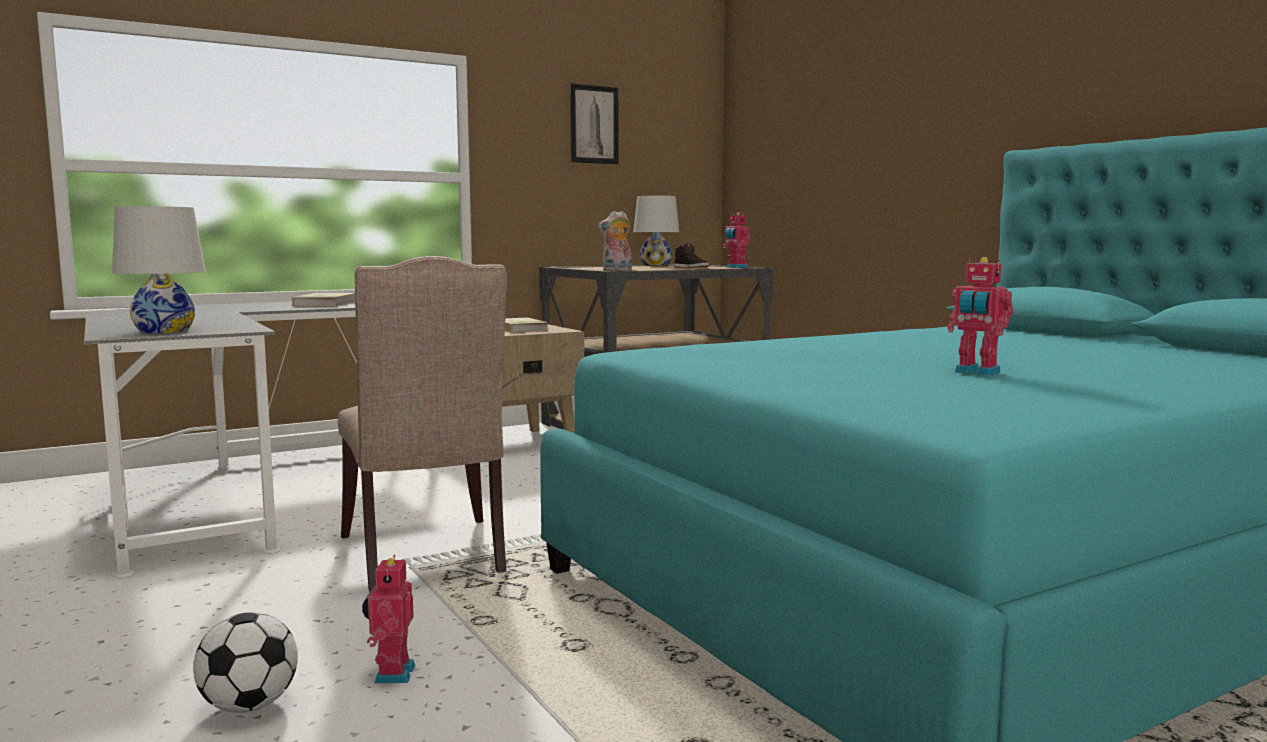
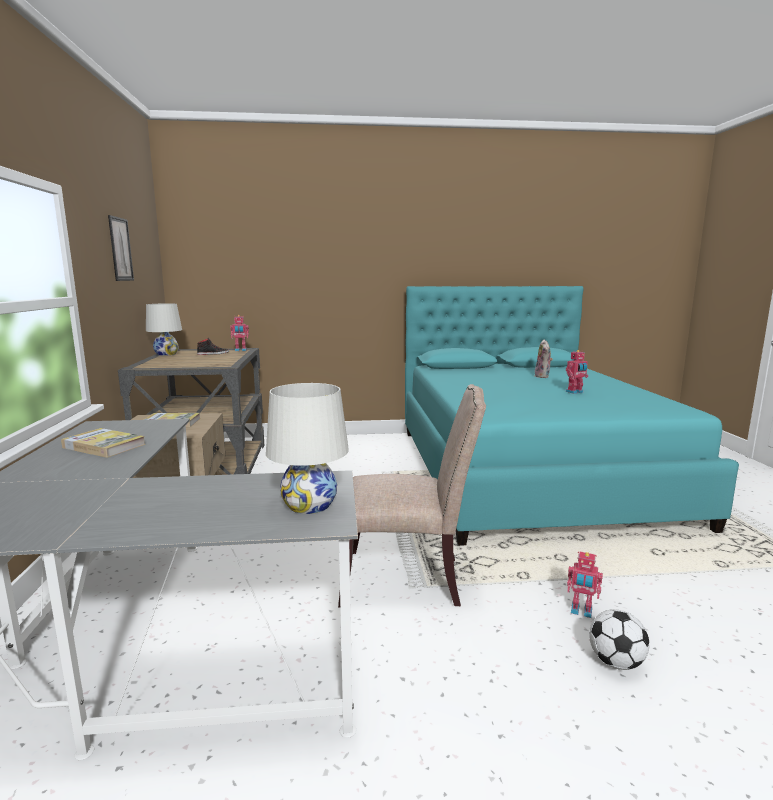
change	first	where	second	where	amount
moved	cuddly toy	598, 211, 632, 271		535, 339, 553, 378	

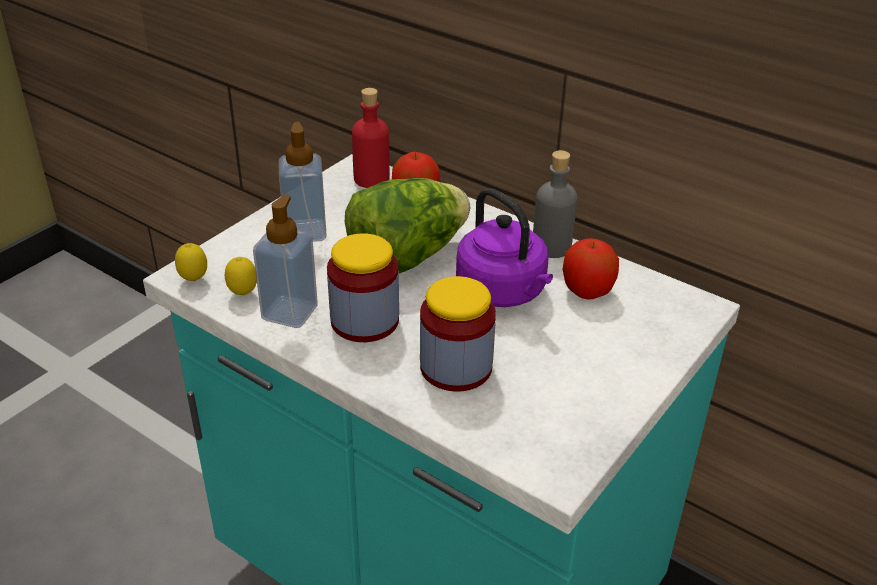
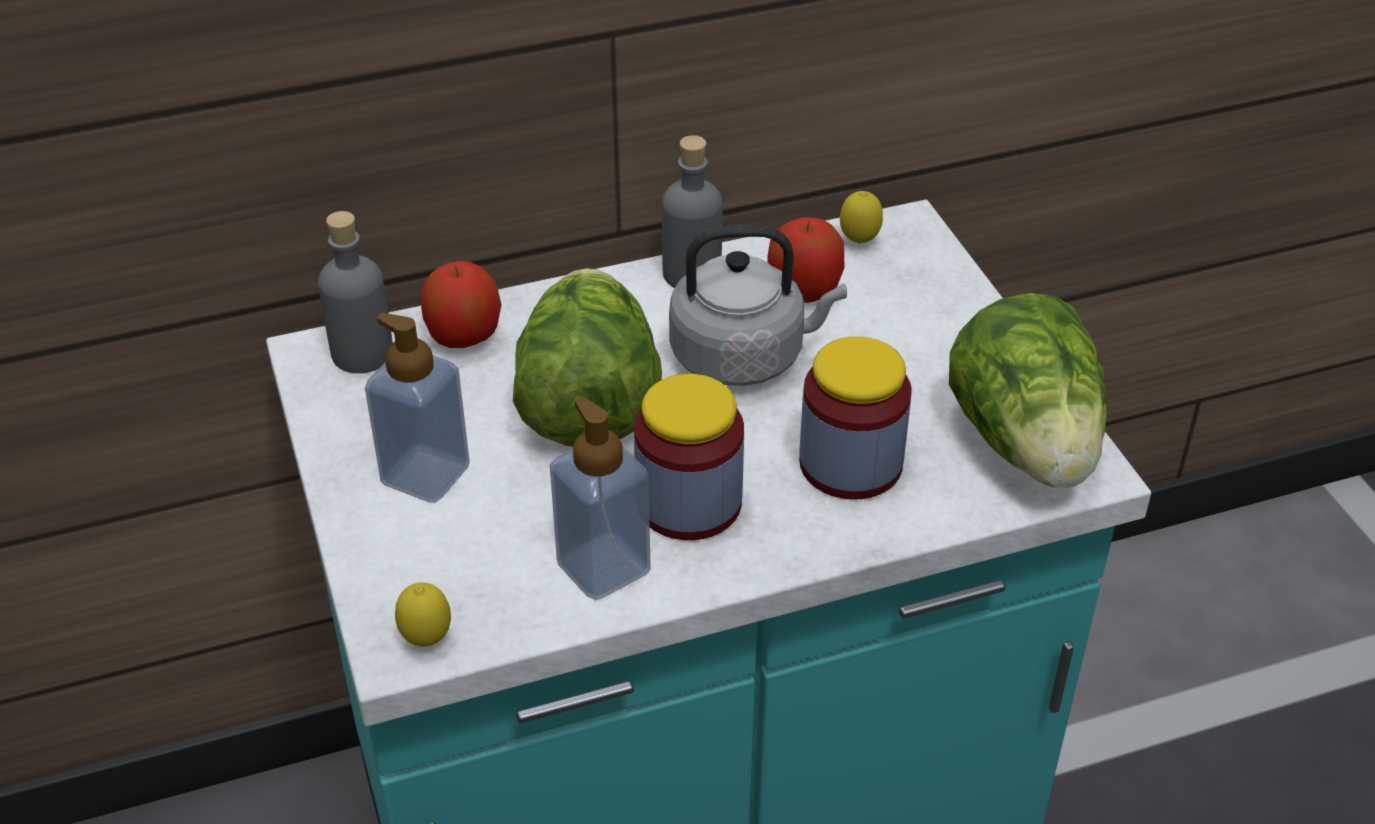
change	first	where	second	where	amount
recoloured	bottle/red-coloured	352, 88, 390, 188	bottle/greyish	318, 211, 393, 373	
recoloured	water kettle/purplish	456, 188, 553, 307	water kettle/greyish	669, 225, 847, 386	
moved	lemon	225, 257, 257, 295		840, 191, 883, 243	
added			lettuce	949, 293, 1107, 488	

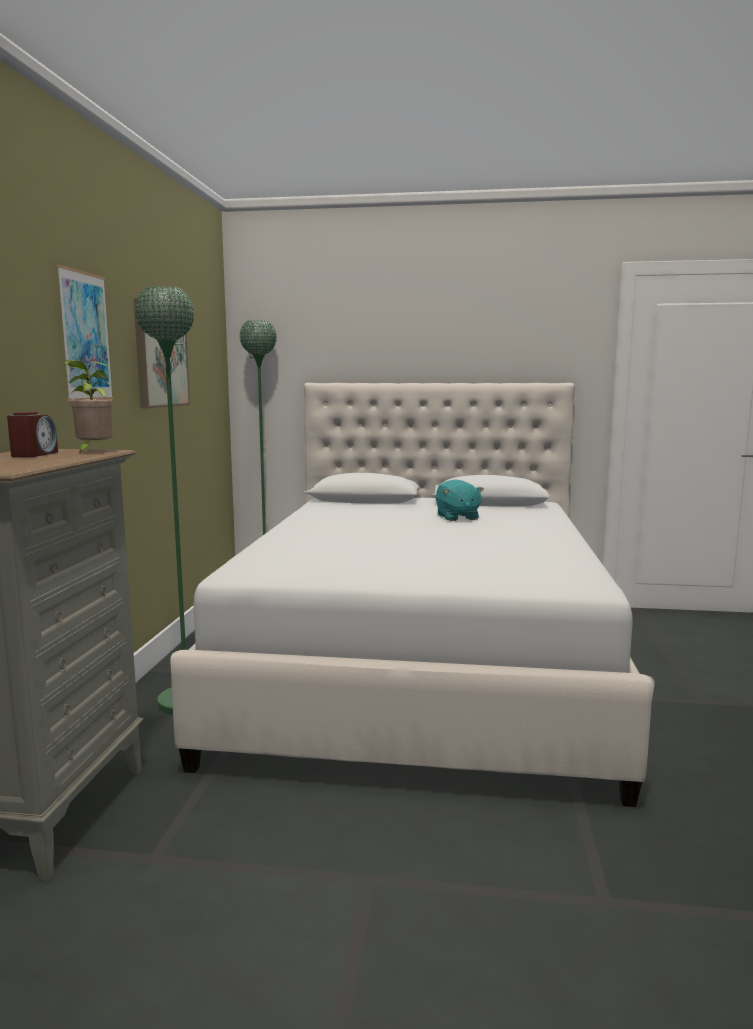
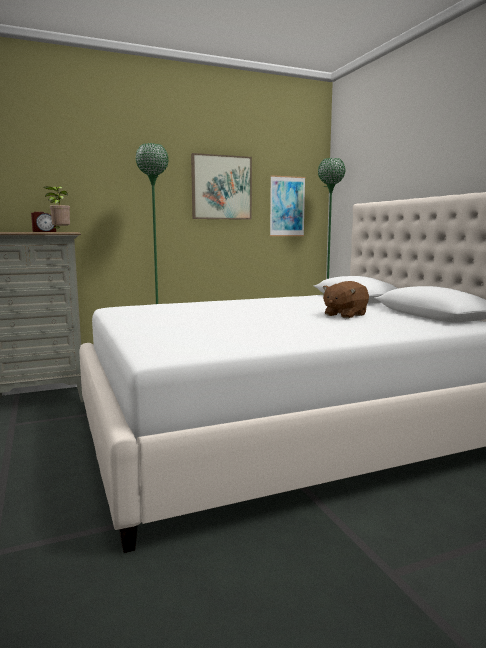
change	first	where	second	where	amount
moved	wall art	56, 264, 114, 401		270, 175, 305, 236	
recoloured	cuddly toy/turquoise-coloured	436, 479, 484, 521	cuddly toy/brown-coloured	322, 281, 369, 318	

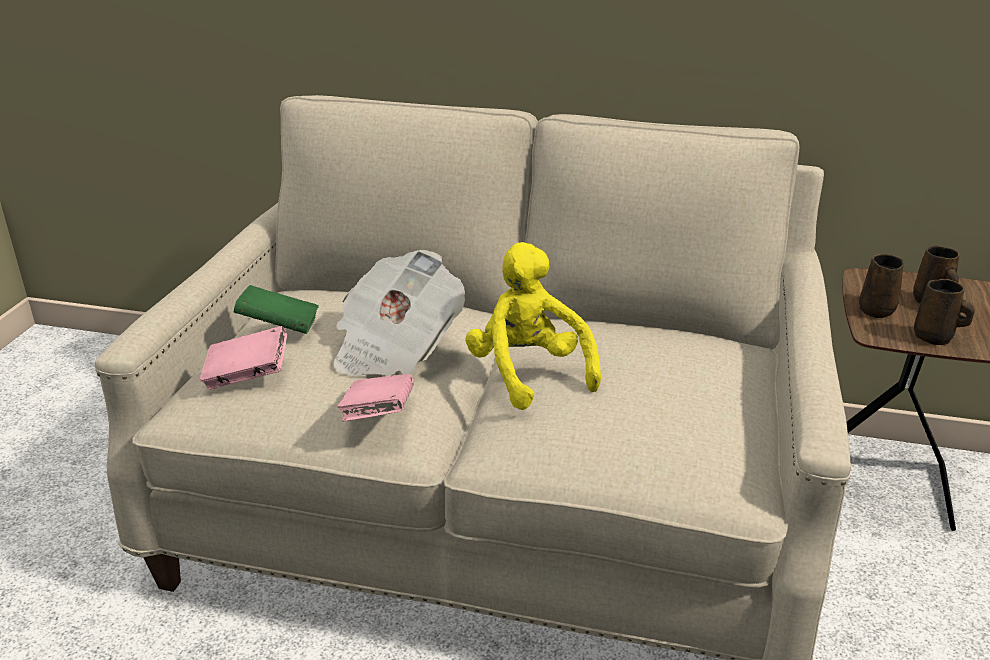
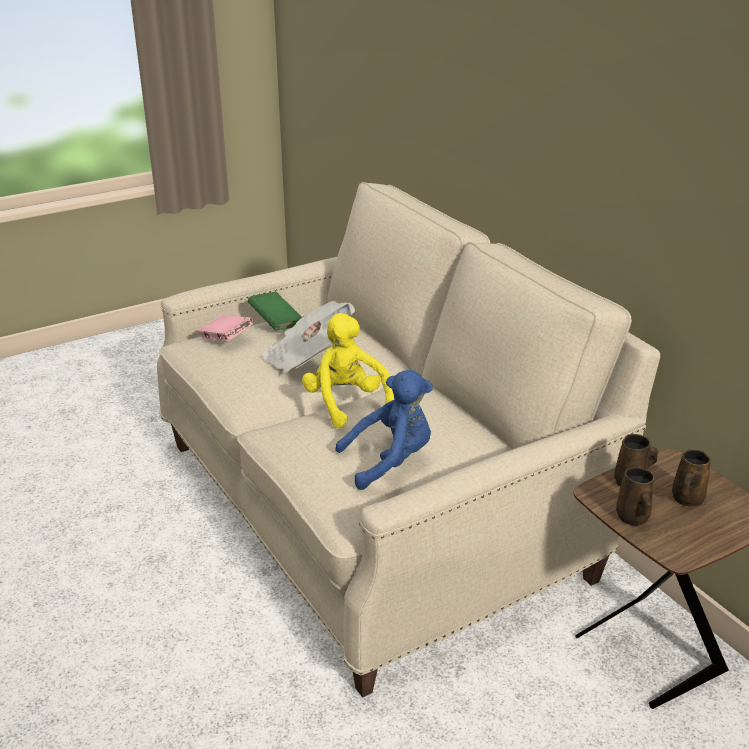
change	first	where	second	where	amount
turned	cuddly toy/yellow	465, 242, 601, 410		302, 313, 394, 428	45 degrees counterclockwise
removed	book/pink	338, 374, 414, 421			
added			cuddly toy/bluish	335, 370, 433, 490	

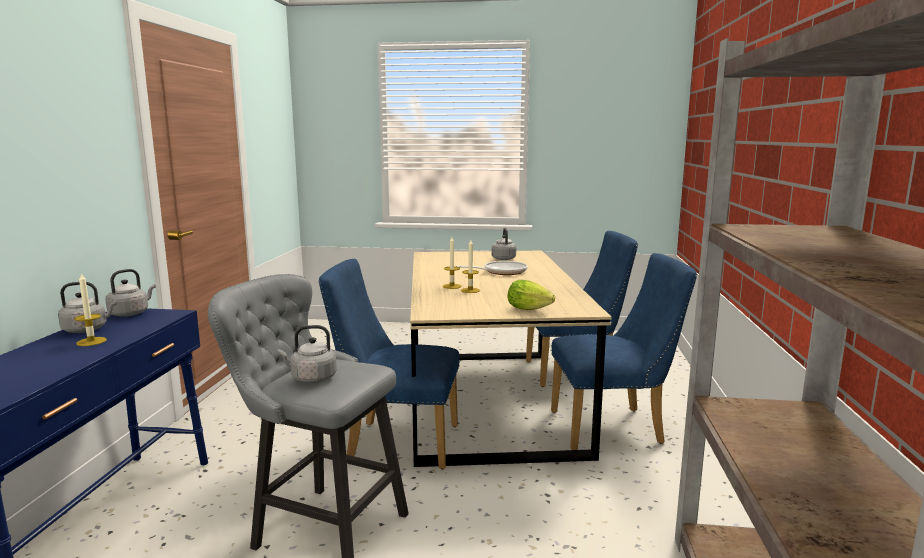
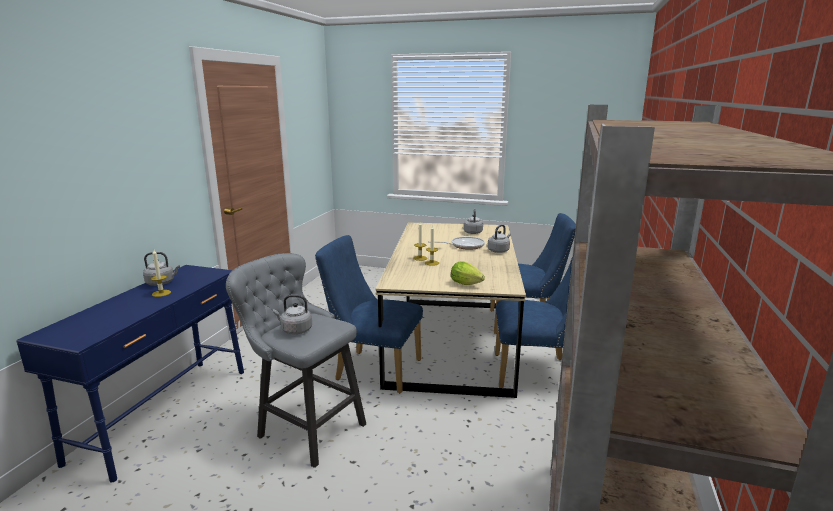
change	first	where	second	where	amount
moved	water kettle/greyish	105, 269, 156, 317		487, 225, 511, 253	

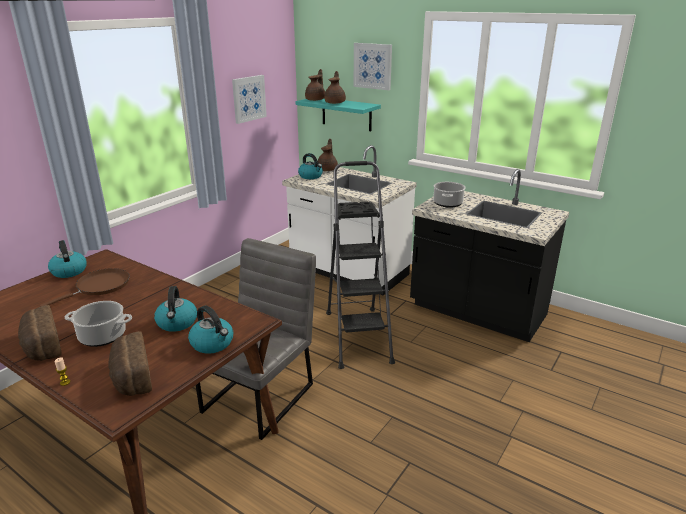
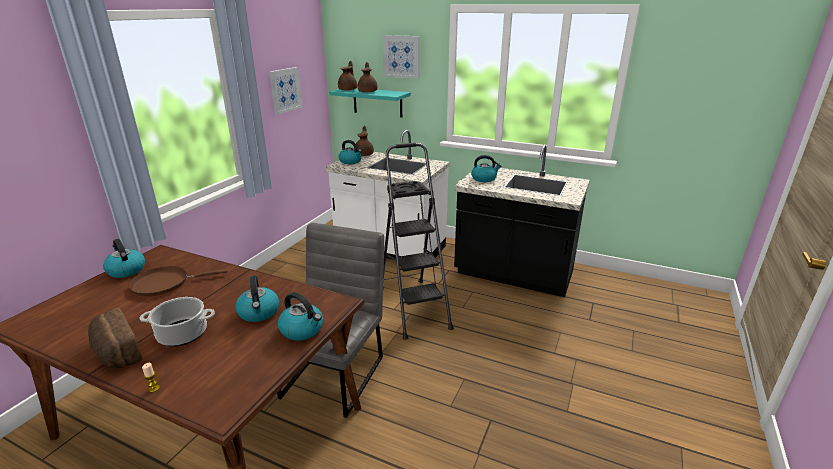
change	first	where	second	where	amount
replaced	stockpot	433, 182, 466, 208	water kettle	471, 155, 501, 182	
turned	frying pan/brown-coloured	40, 268, 130, 307		129, 266, 228, 296	135 degrees counterclockwise
removed	bread	108, 331, 152, 396			

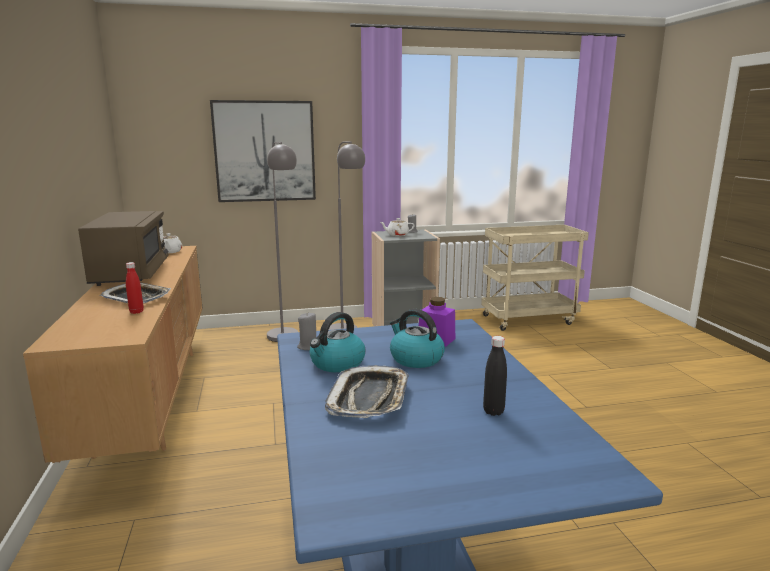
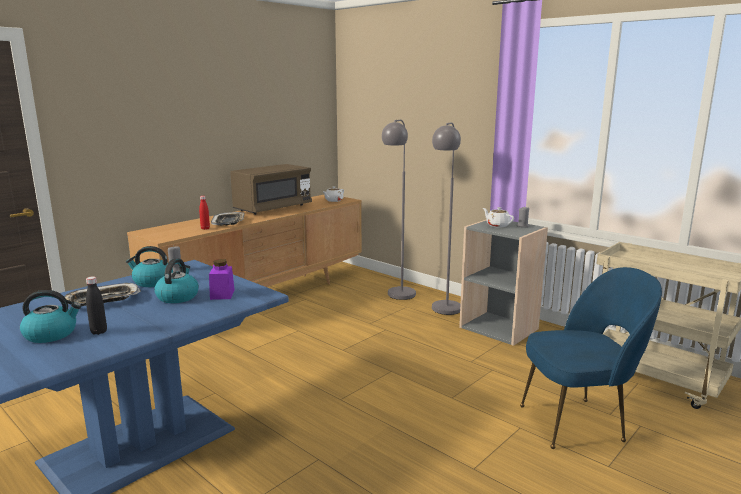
change	first	where	second	where	amount
removed	wall art	210, 100, 316, 202			
added			upright chair/bluish	520, 267, 662, 449	
added			water kettle	20, 290, 82, 343	

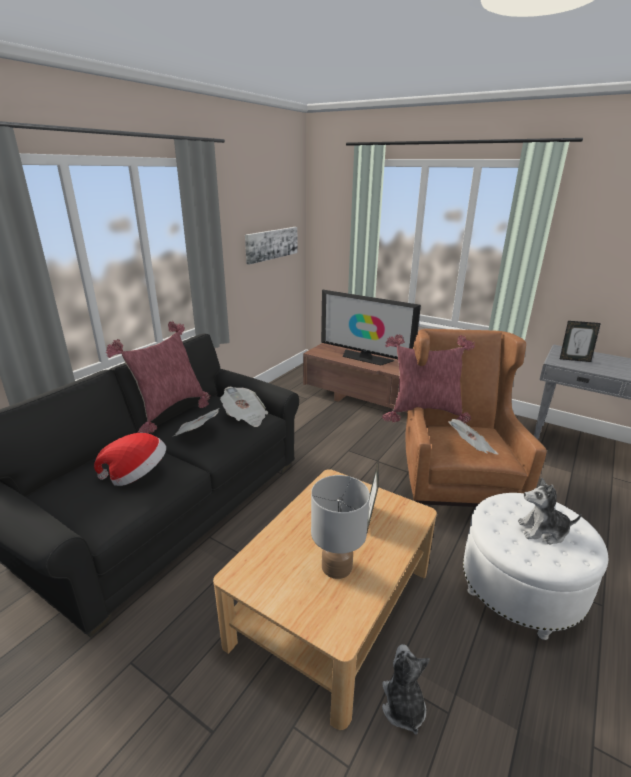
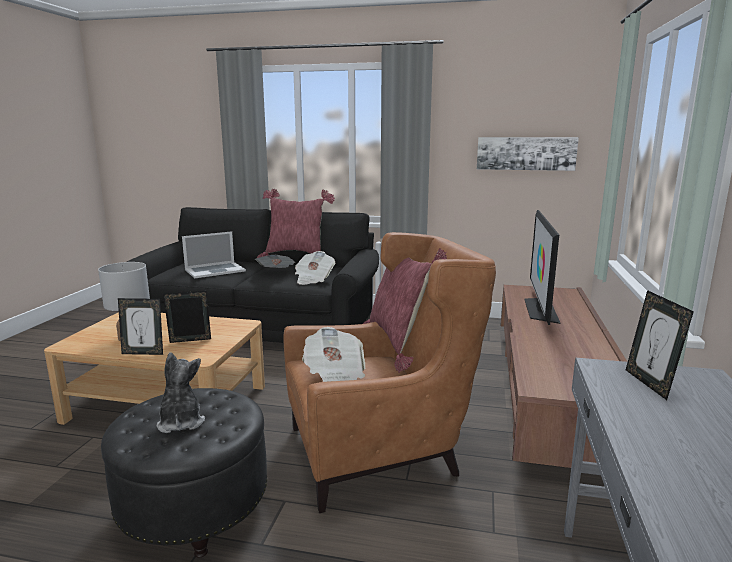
change	first	where	second	where	amount
replaced	hat	94, 433, 166, 486	laptop	182, 231, 246, 278	
recoloured	ottoman/white	463, 493, 608, 640	ottoman/black	101, 388, 267, 557	
removed	cuddly toy	382, 644, 430, 735			
added			picture frame	118, 298, 163, 355	

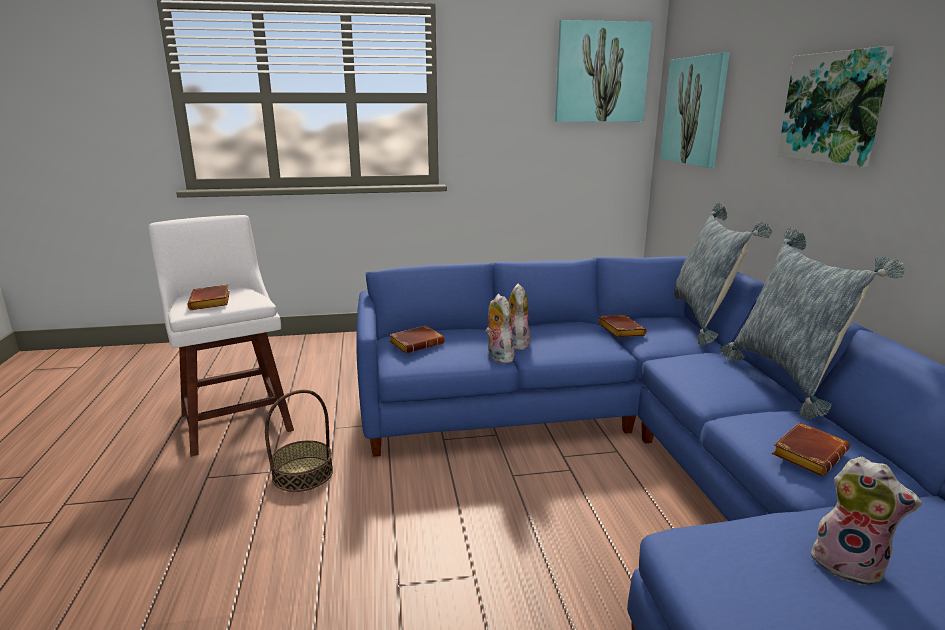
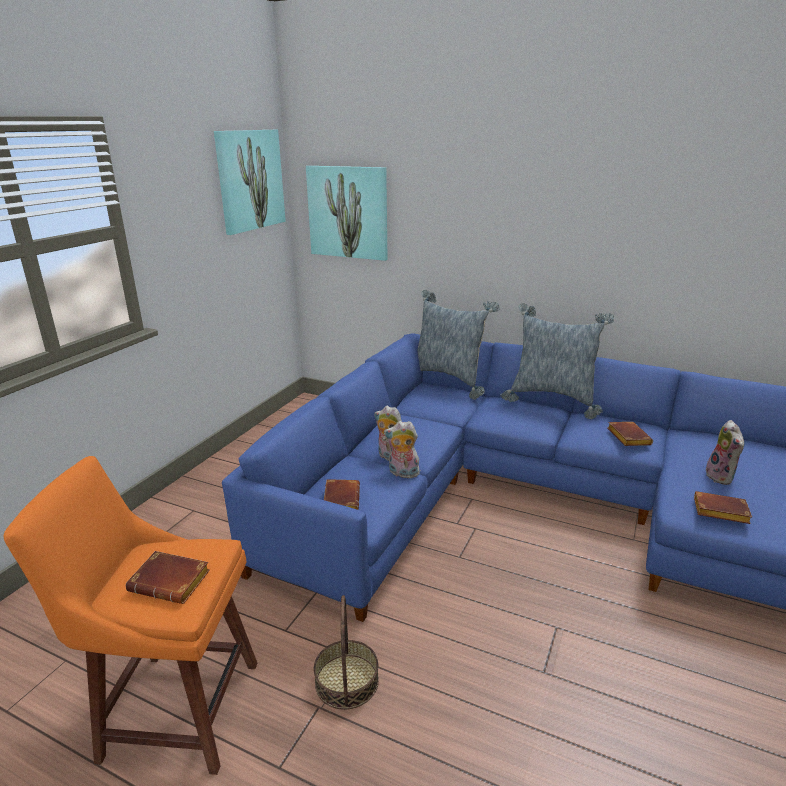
change	first	where	second	where	amount
removed	wall art	777, 46, 894, 167			
recoloured	stool/white	148, 215, 294, 457	stool/orange	4, 456, 257, 775	
moved	book/brown-coloured	598, 315, 647, 337		694, 491, 752, 524	
turned	cuddly toy	807, 457, 922, 585		706, 420, 744, 485	105 degrees clockwise

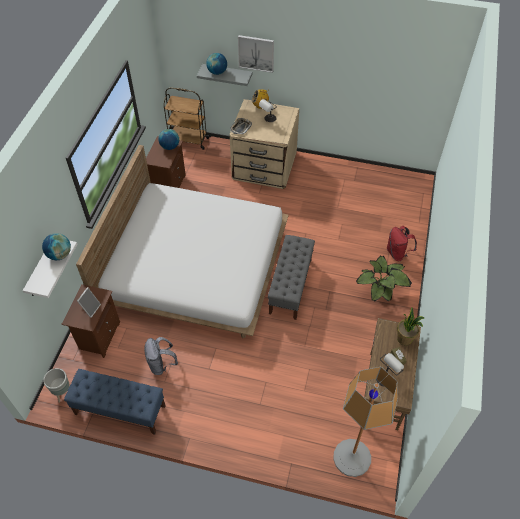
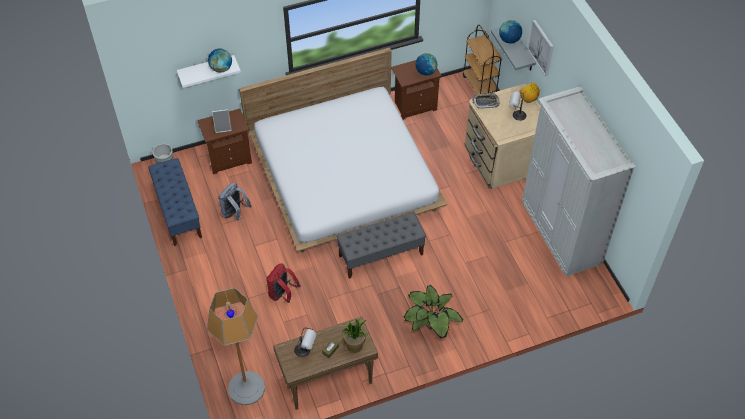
change	first	where	second	where	amount
moved	backpack/red-coloured	387, 226, 417, 261		266, 263, 301, 303	
added			armoire/white	522, 86, 636, 276	

